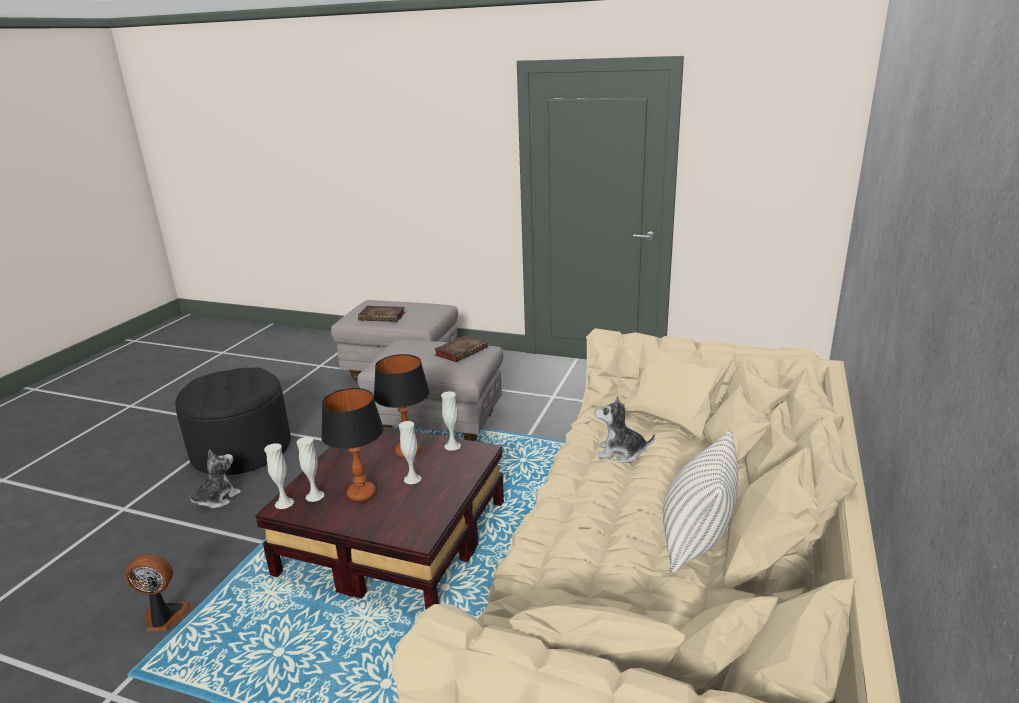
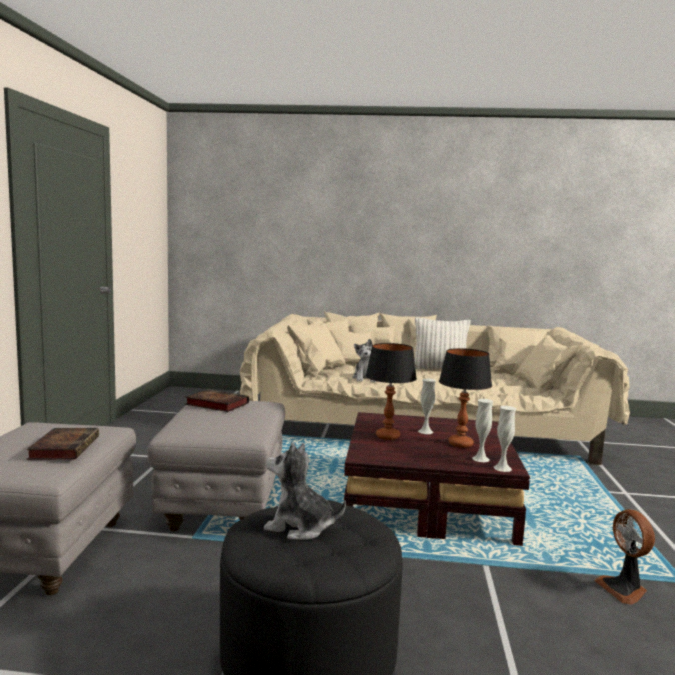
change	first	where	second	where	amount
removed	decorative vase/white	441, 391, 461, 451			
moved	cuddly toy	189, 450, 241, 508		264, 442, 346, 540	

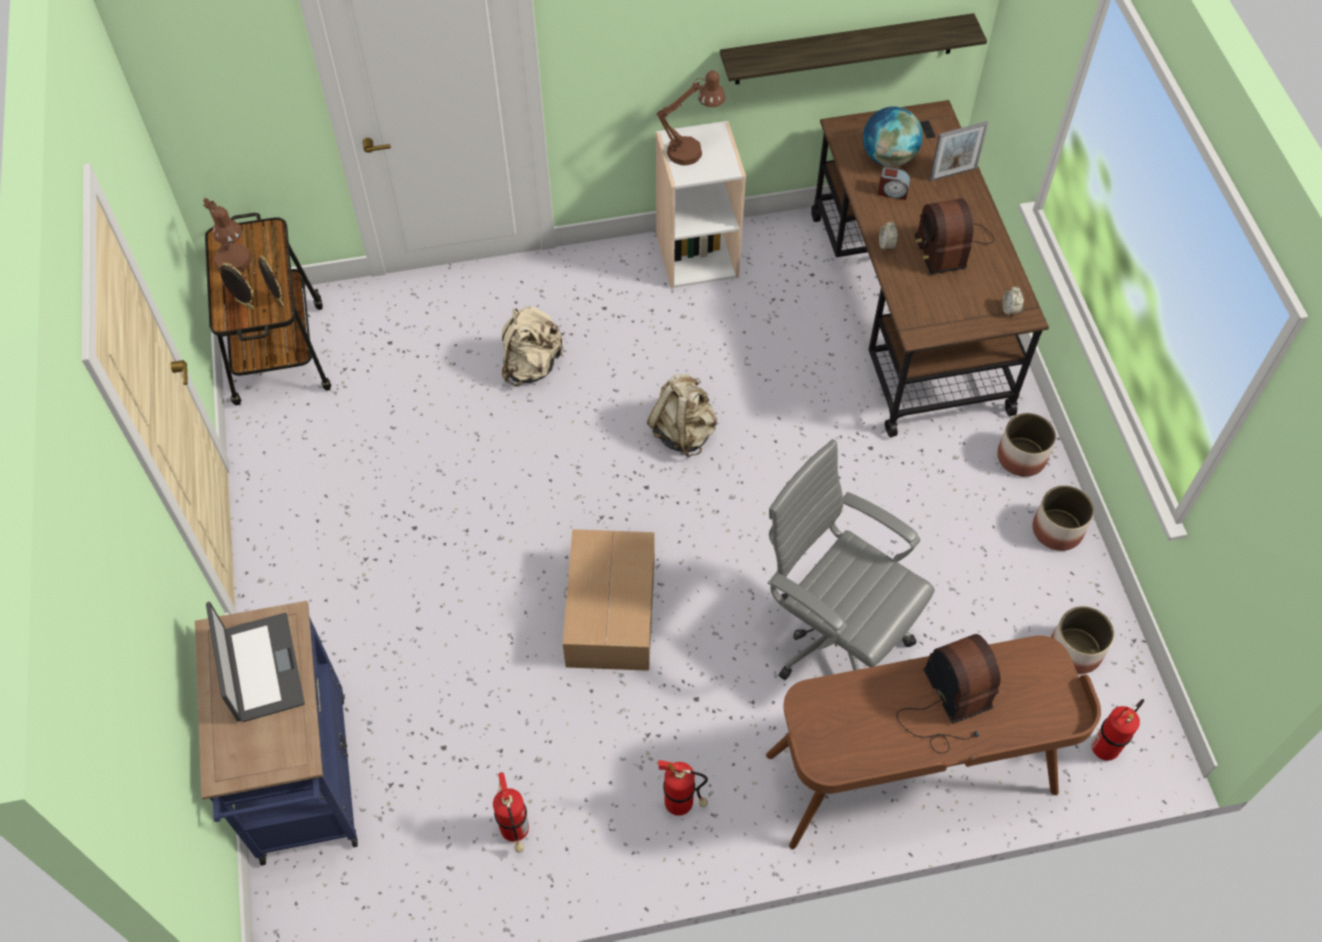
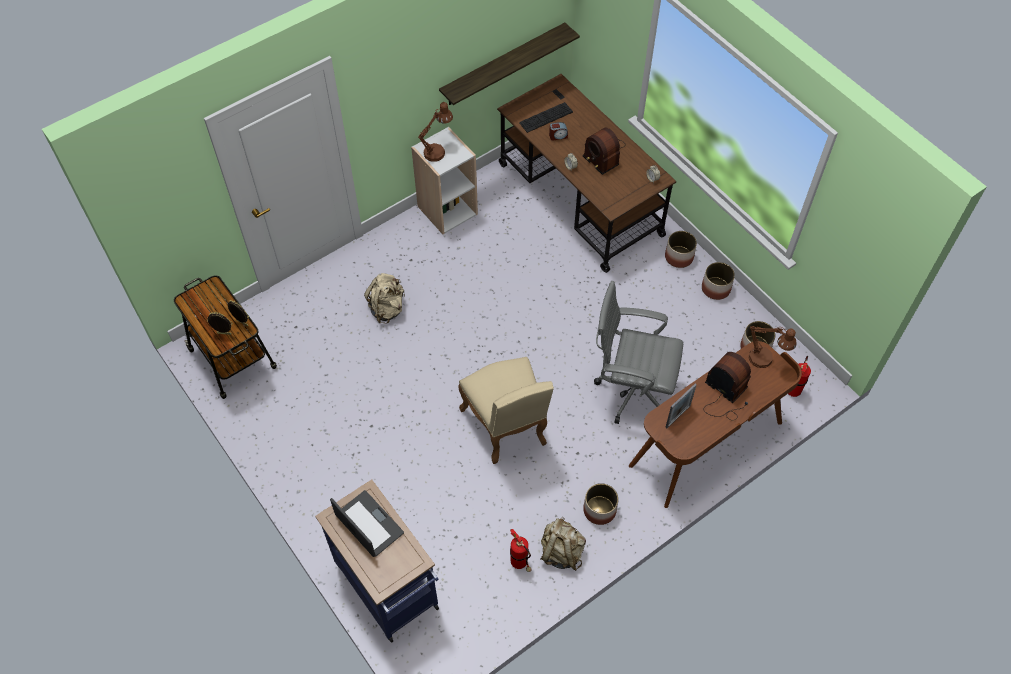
change	first	where	second	where	amount
replaced	desk globe	863, 106, 923, 167	computer keyboard	519, 102, 573, 133	
moved	picture frame	929, 121, 988, 181		665, 384, 697, 428	
moved	table lamp/brown-coloured	203, 197, 252, 272		748, 326, 797, 368	
moved	backpack/sand-coloured	647, 374, 717, 457		541, 517, 586, 571	
replaced	packing box	563, 529, 655, 671	upright chair/sand-coloured	459, 357, 554, 464	
replaced	fire-fighting cylinder	657, 760, 708, 816	planter	583, 483, 619, 525	

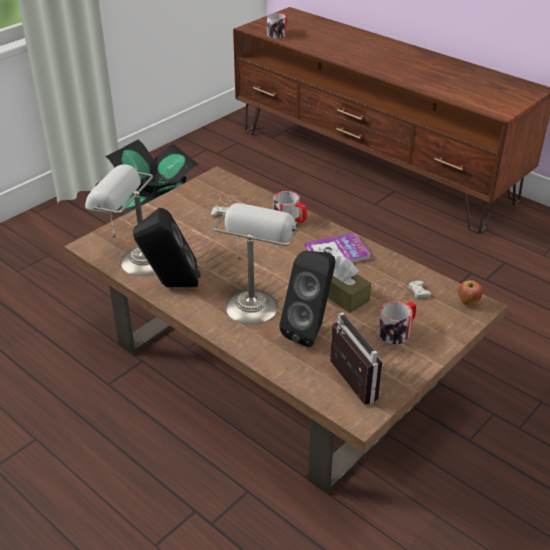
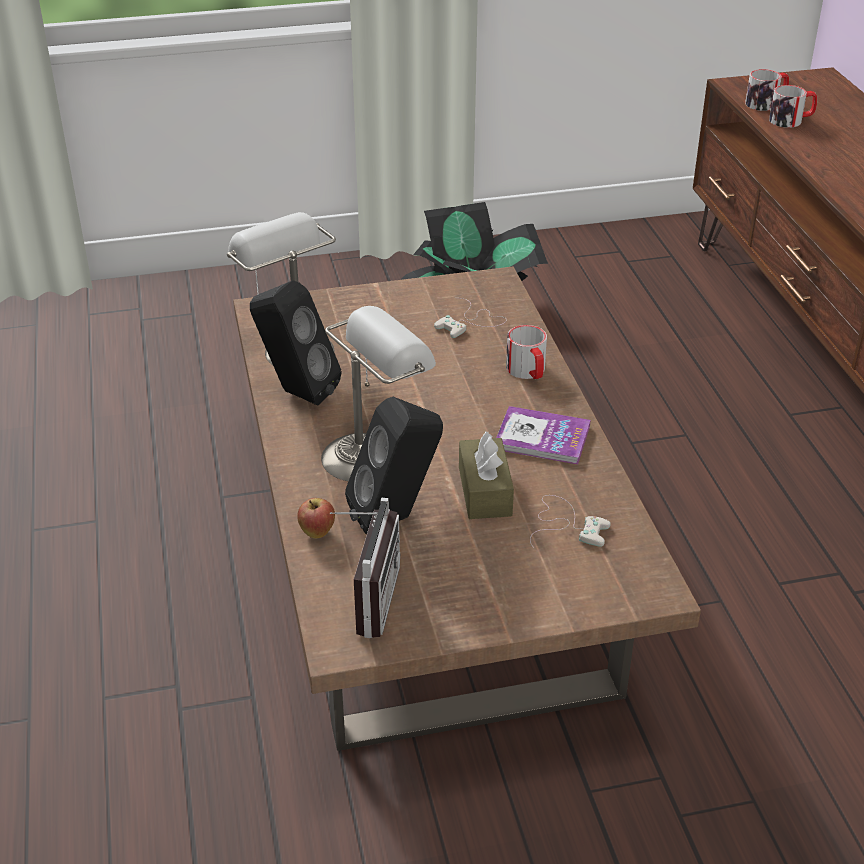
change	first	where	second	where	amount
moved	apple fruit	458, 280, 483, 306		297, 498, 335, 538	
moved	mug	378, 301, 416, 344		769, 85, 817, 128	

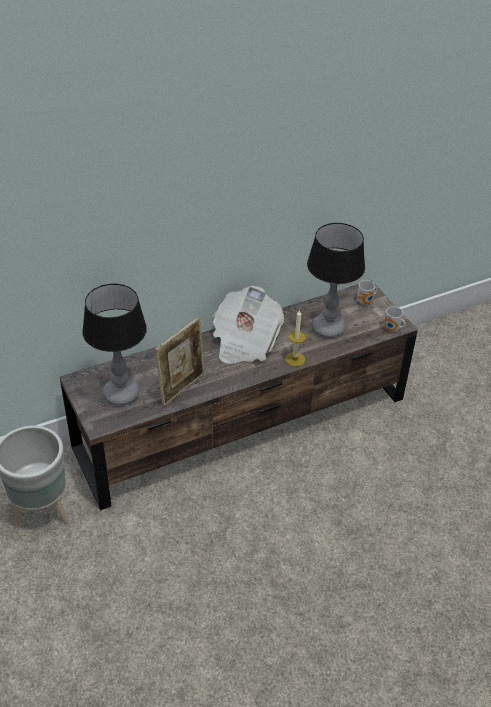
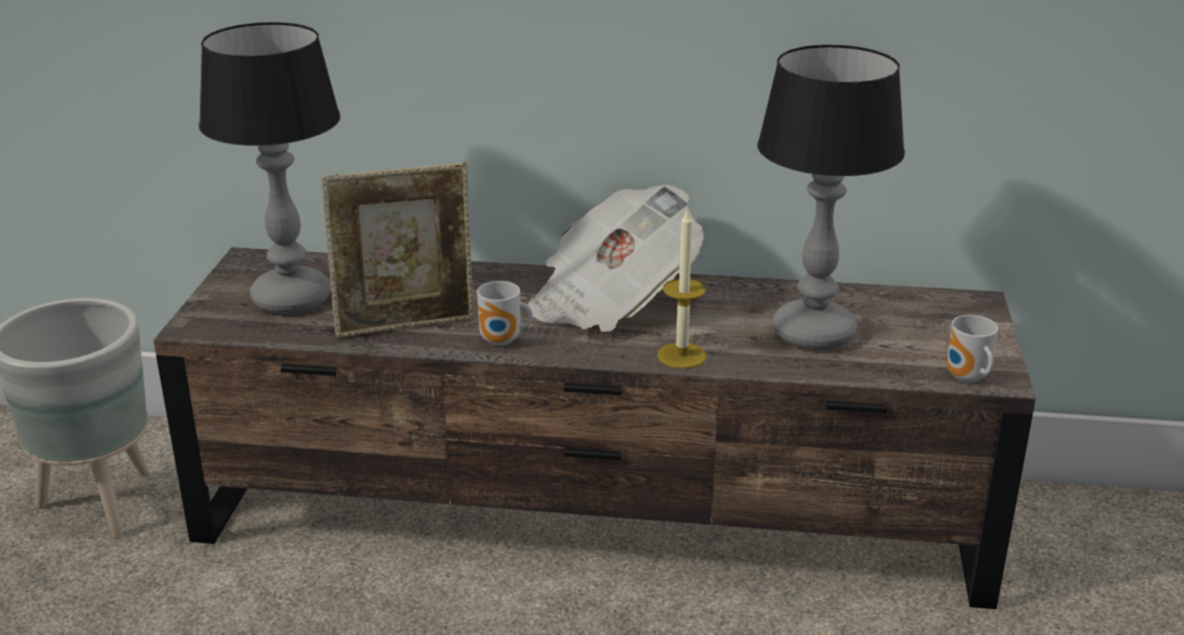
change	first	where	second	where	amount
moved	mug	357, 280, 378, 305		477, 281, 533, 346	

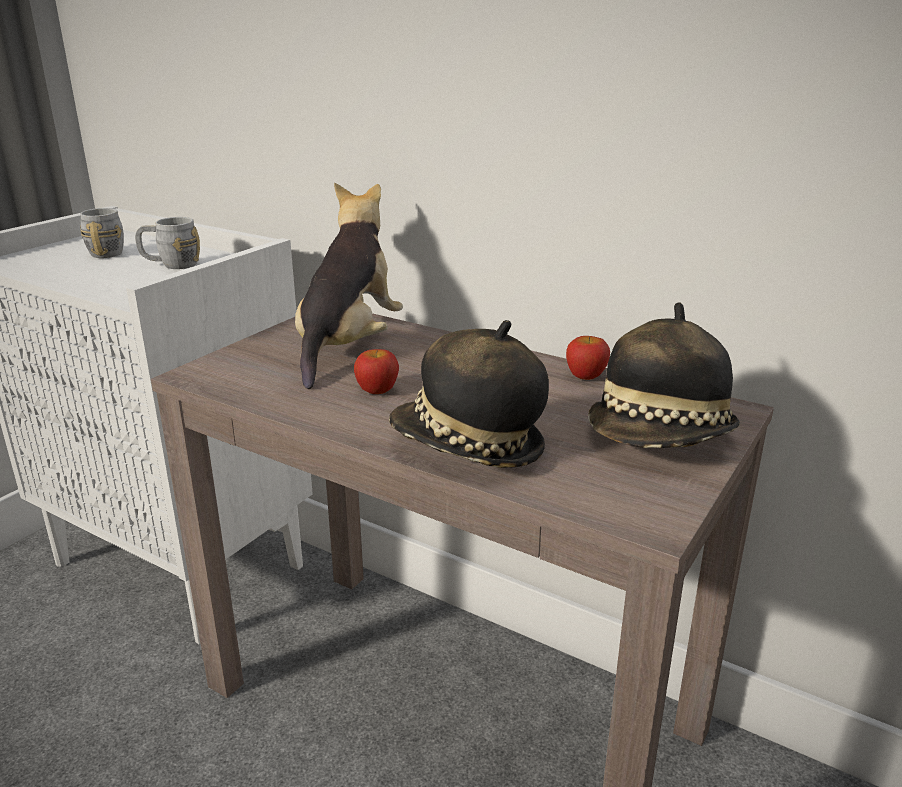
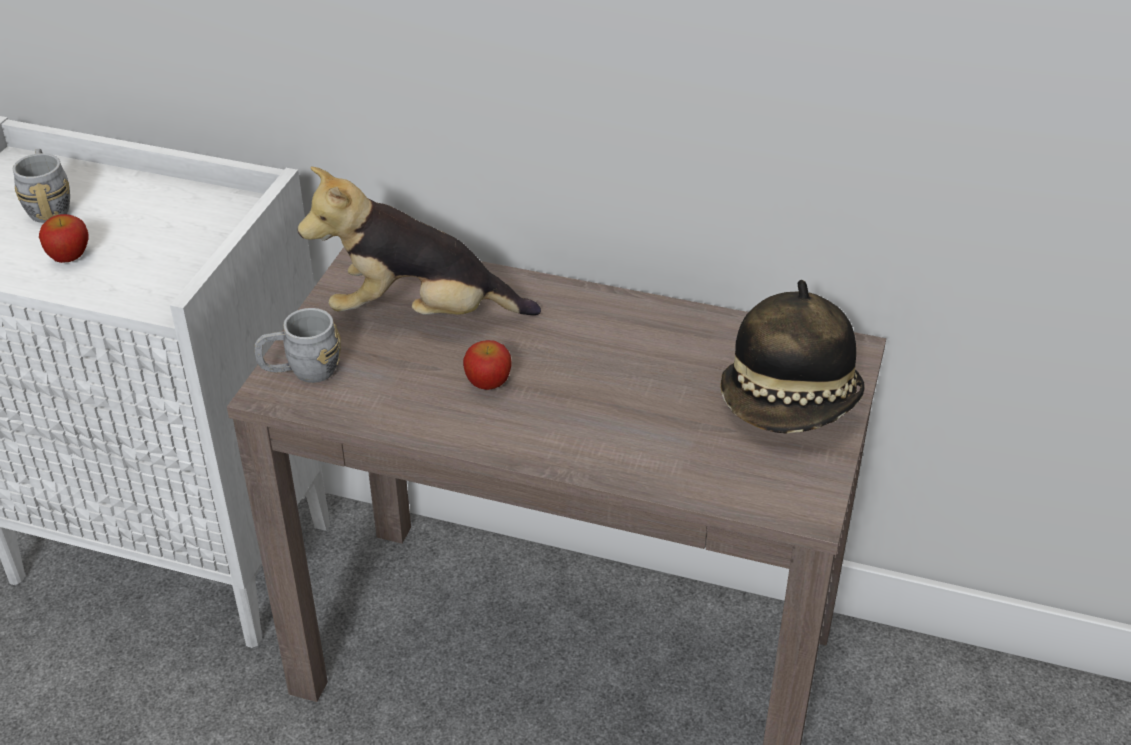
change	first	where	second	where	amount
turned	cuddly toy	295, 182, 403, 389		298, 167, 541, 315	90 degrees counterclockwise
moved	mug/greyish	135, 217, 200, 269		254, 308, 341, 383	
removed	hat	389, 320, 549, 468			
moved	apple fruit	566, 336, 610, 380		39, 214, 89, 263	

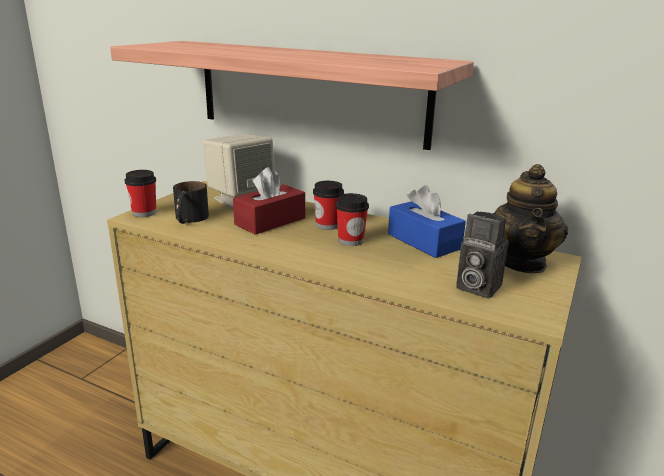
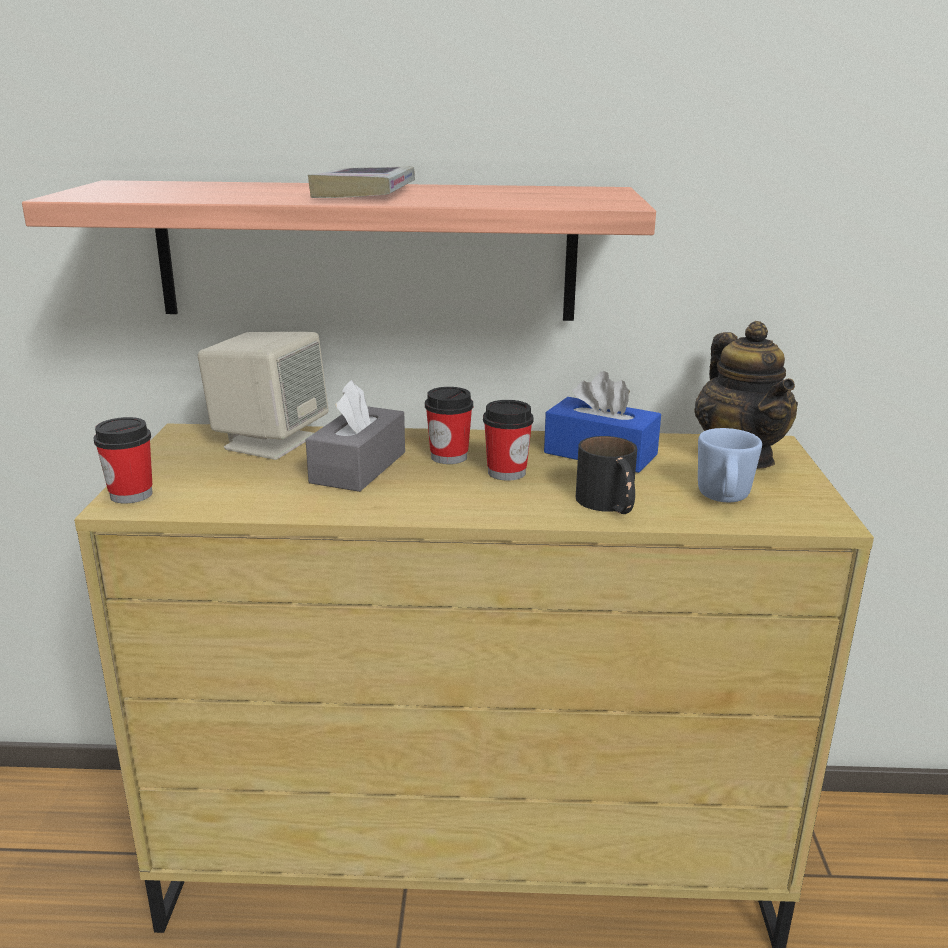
change	first	where	second	where	amount
recoloured	box of tissues/red-coloured	233, 167, 305, 235	box of tissues/greyish	306, 380, 405, 492	
moved	mug/black	173, 181, 209, 224		576, 436, 637, 514	
replaced	photo camera	456, 211, 509, 299	mug/bluish	698, 428, 762, 502	
added			book	308, 166, 415, 198	

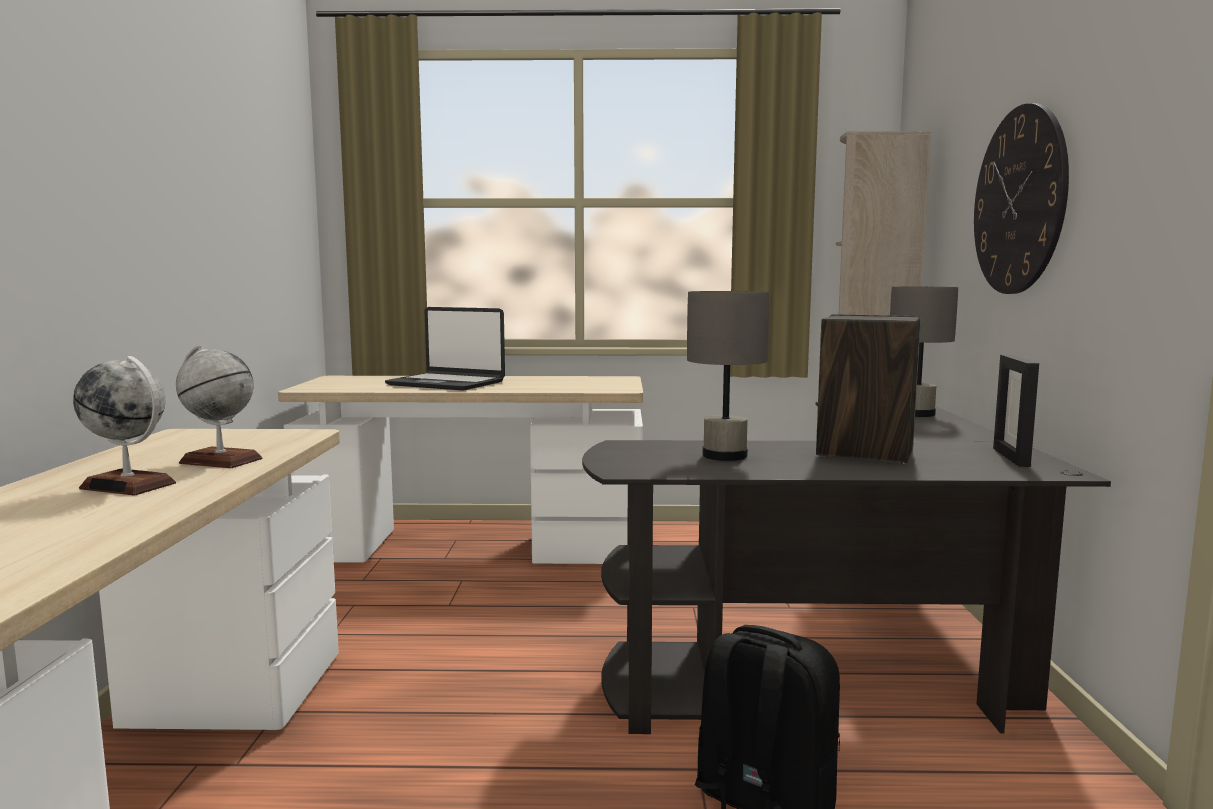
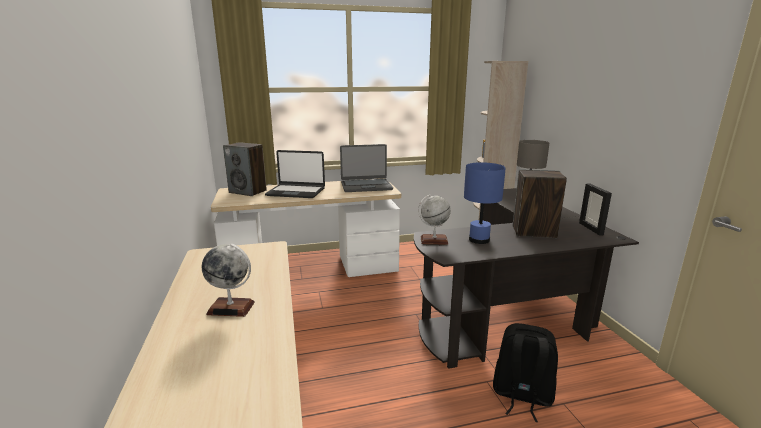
change	first	where	second	where	amount
removed	hanging clock	974, 103, 1069, 294			
recoloured	table lamp/greyish	687, 291, 770, 461	table lamp/bluish	464, 162, 506, 244	
moved	desk globe	176, 345, 263, 468		418, 195, 451, 245	
added			loudspeaker	223, 142, 267, 196	
added			laptop	340, 144, 393, 192	

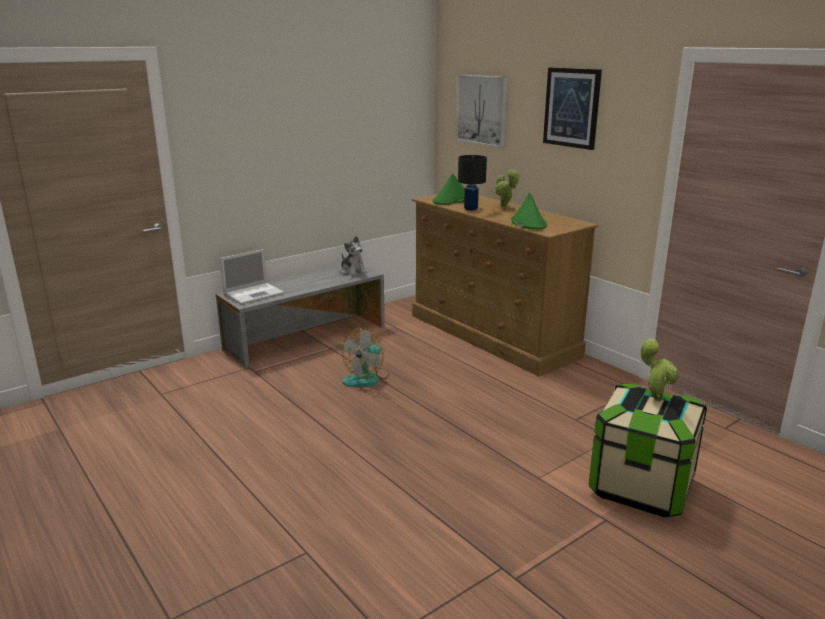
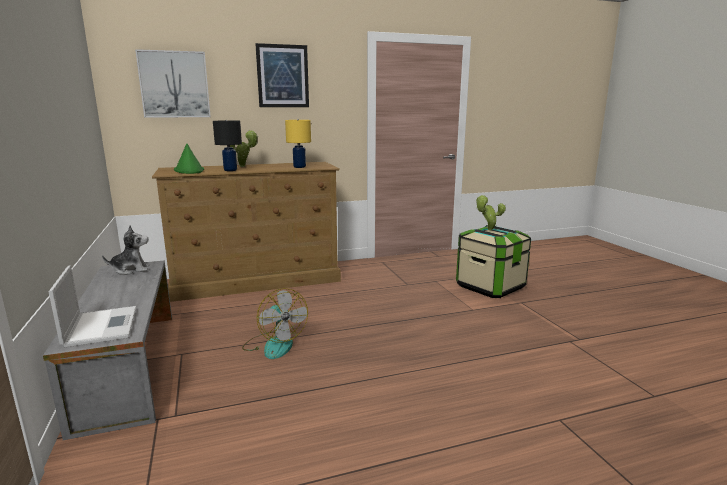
change	first	where	second	where	amount
replaced	hat/green-coloured	511, 192, 547, 230	table lamp/yellow	285, 119, 311, 168	

